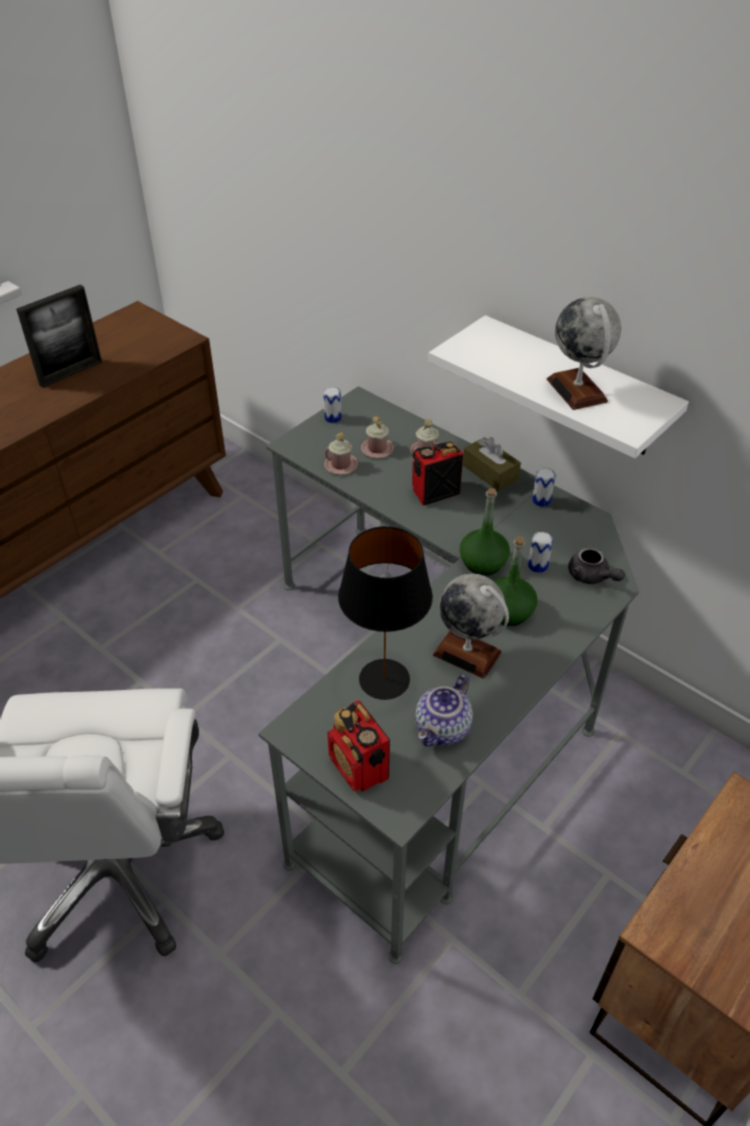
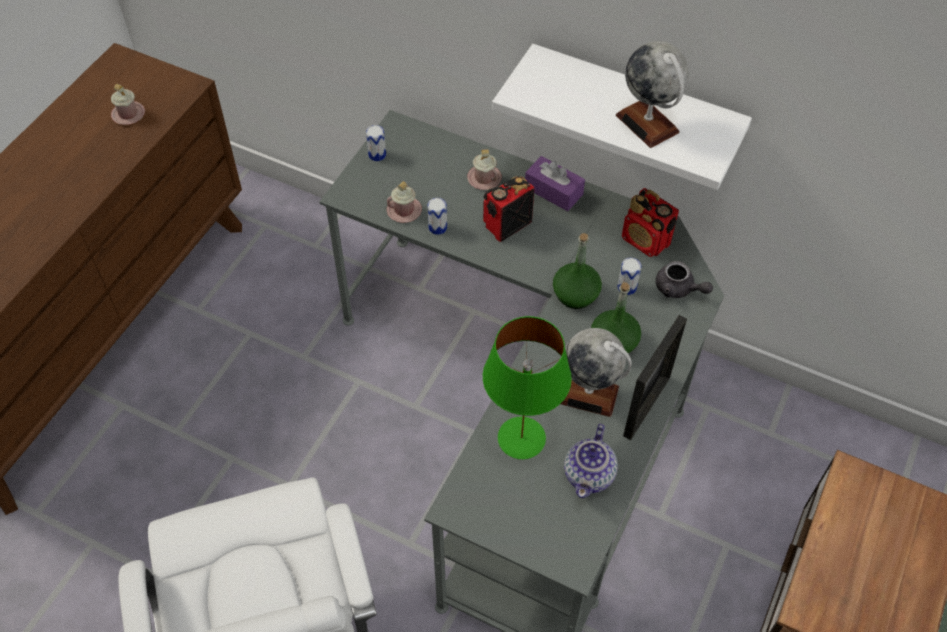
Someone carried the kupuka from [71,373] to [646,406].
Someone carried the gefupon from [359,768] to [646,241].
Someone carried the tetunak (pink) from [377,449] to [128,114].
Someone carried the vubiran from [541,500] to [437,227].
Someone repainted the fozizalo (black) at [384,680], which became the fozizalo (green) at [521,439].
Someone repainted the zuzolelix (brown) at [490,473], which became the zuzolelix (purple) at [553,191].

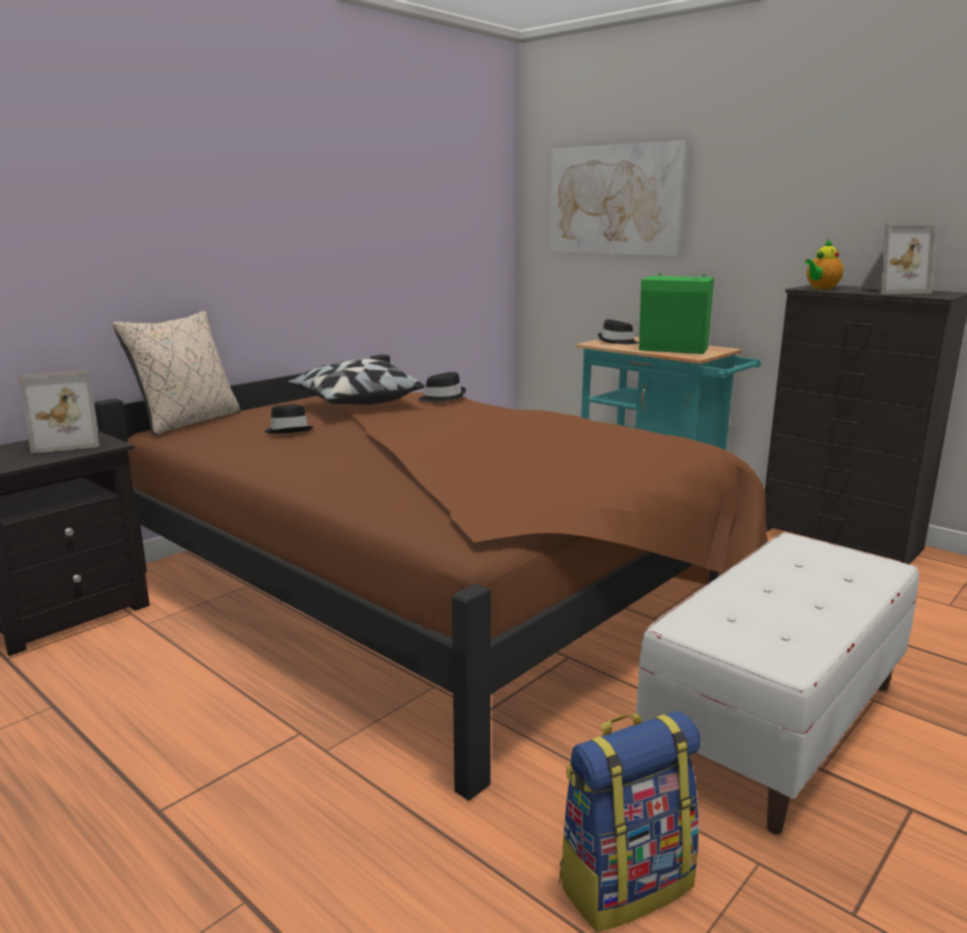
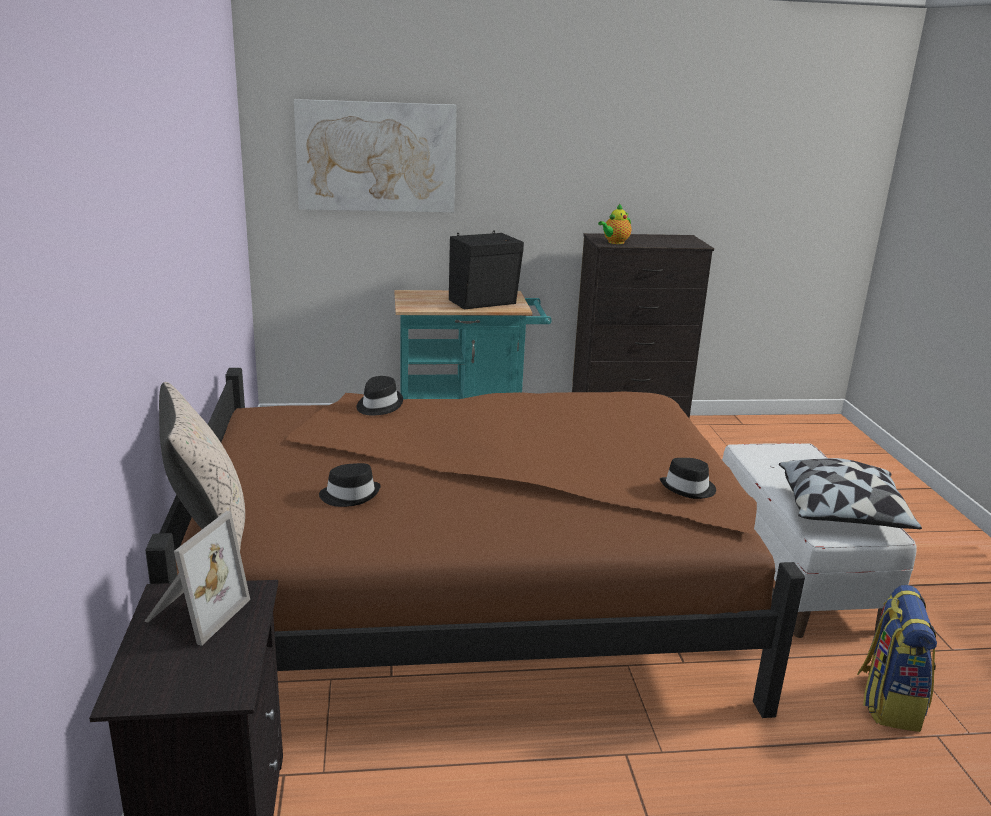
Someone took away the kupuka at [890,291].
Someone carried the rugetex from [355,403] to [842,513].
Someone carried the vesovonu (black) from [617,342] to [688,488].
Someone repainted the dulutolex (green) at [674,349], which became the dulutolex (black) at [484,302].
Someone rotated the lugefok at [821,288] by 45 degrees clockwise.

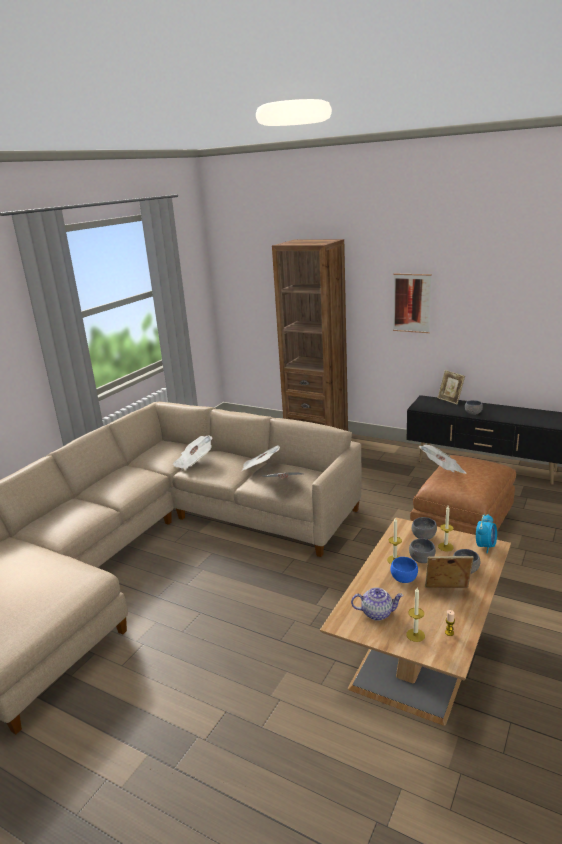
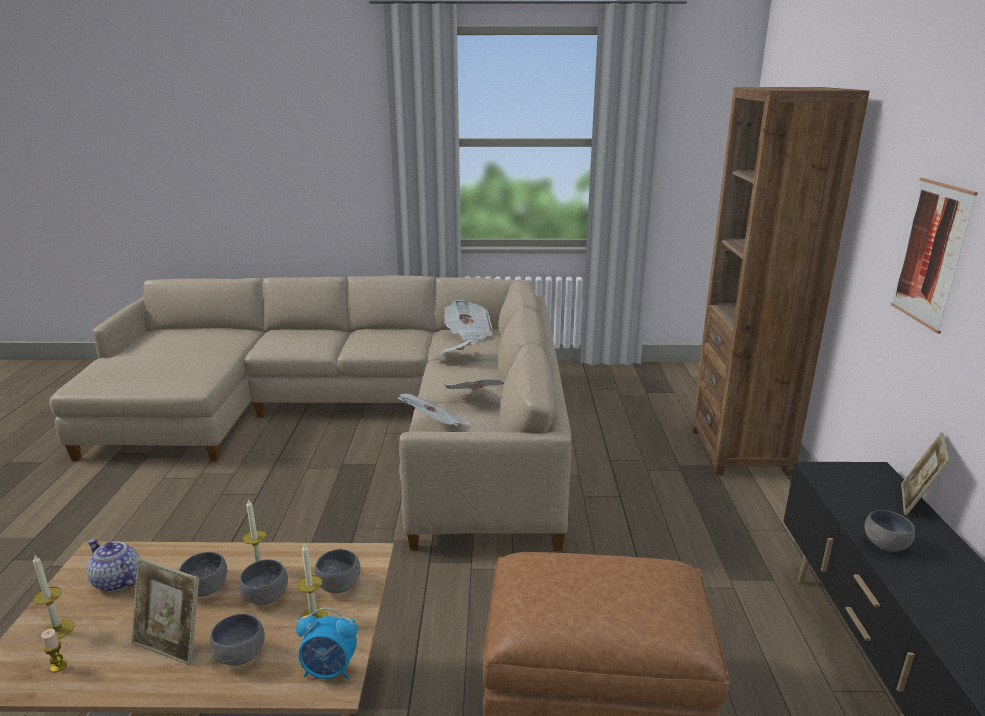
Someone carried the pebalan from [442,470] to [468,335].
Someone repainted the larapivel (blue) at [405,579], which became the larapivel (grey) at [205,590].
Someone rotated the lugefok at [377,613] by 150 degrees clockwise.
Someone rotated the kupuka at [447,592] by 135 degrees clockwise.

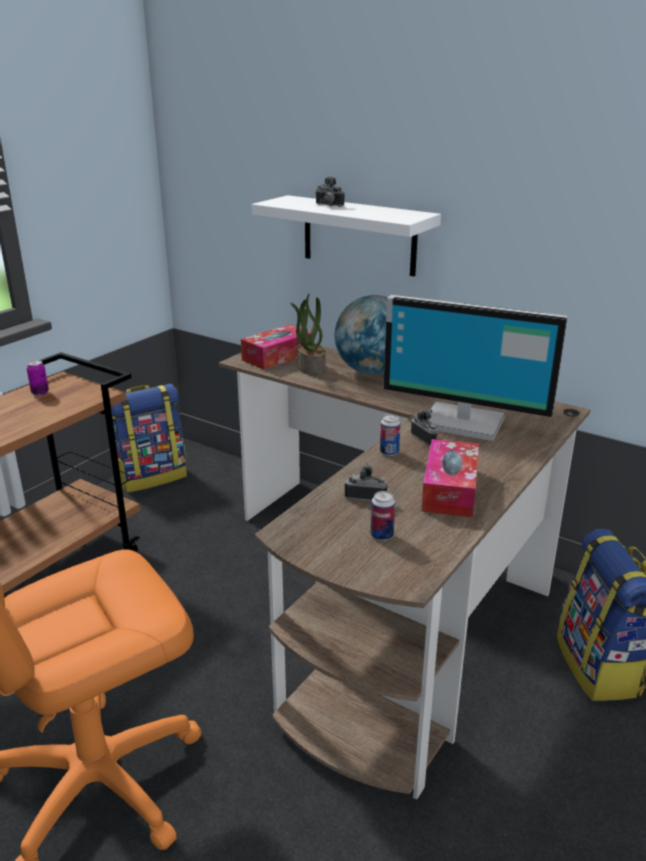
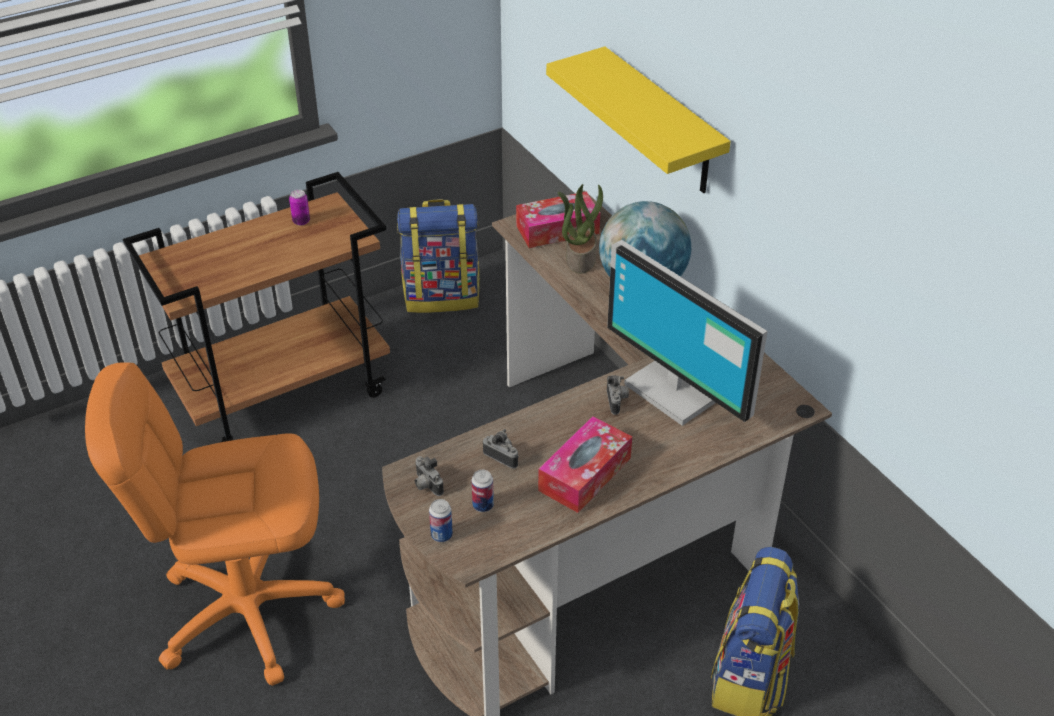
Someone carried the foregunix from [328,206] to [426,485].
Someone carried the vubiran from [389,452] to [441,535].
Someone repainted the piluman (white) at [359,235], which became the piluman (yellow) at [662,123].

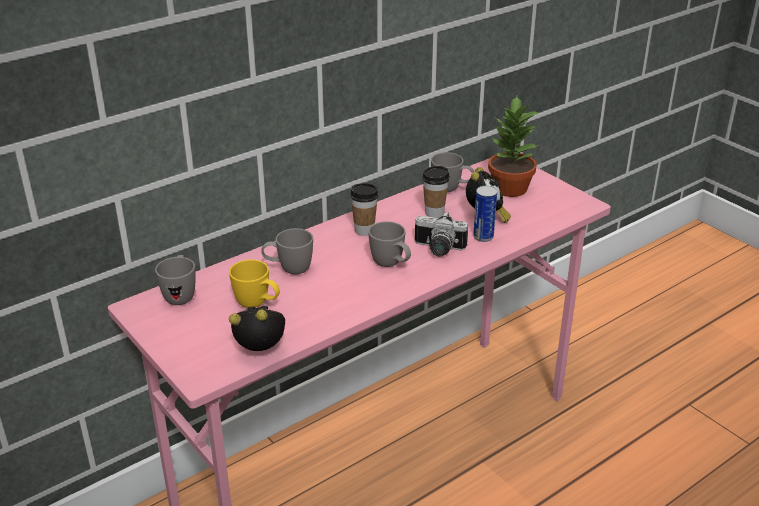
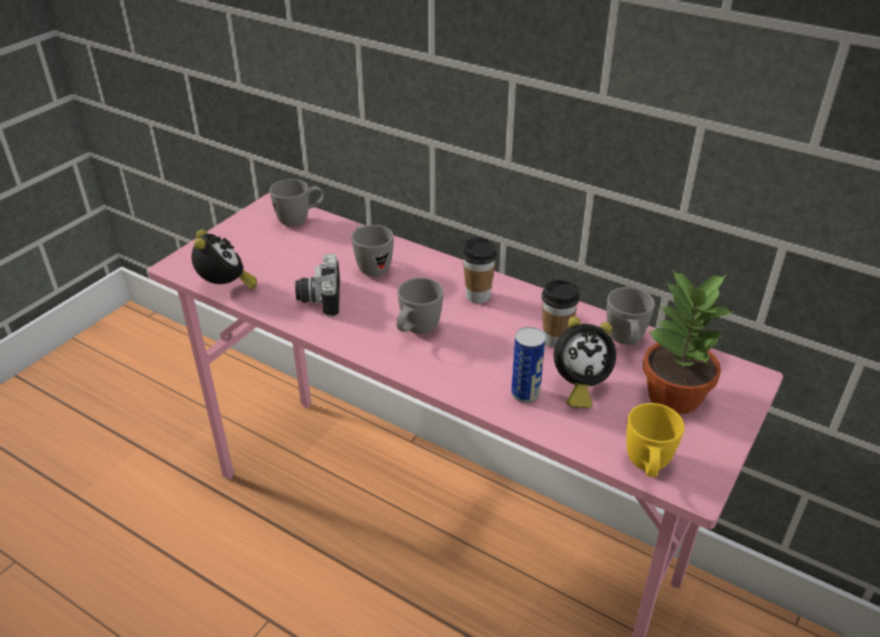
Someone carried the tetunak (yellow) from [258,304] to [647,468].
Someone carried the foregunix from [438,249] to [319,298].

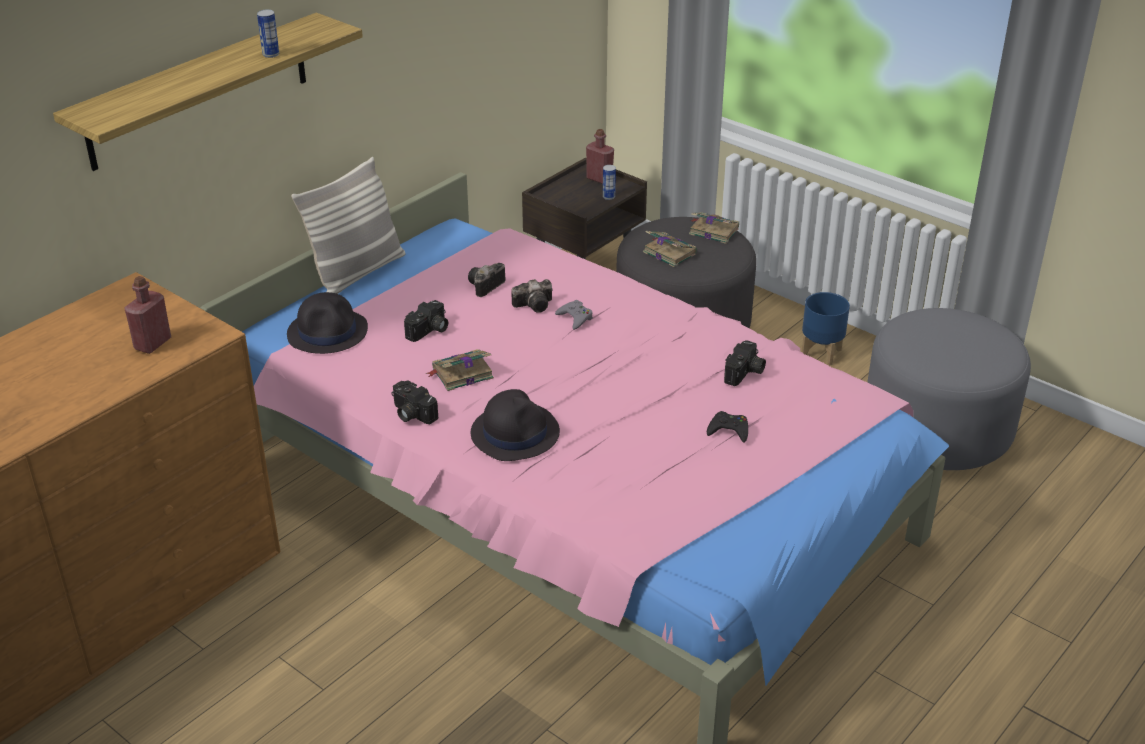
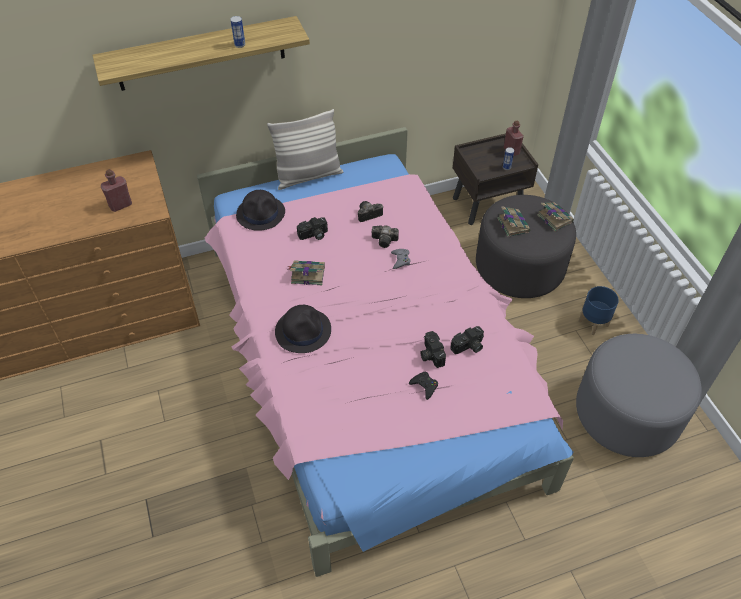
Someone carried the foregunix from [411,414] to [430,354].

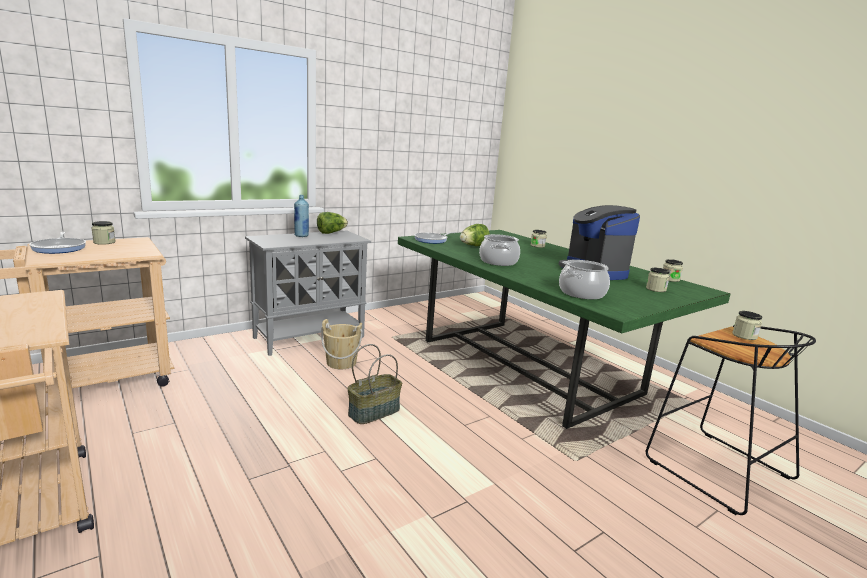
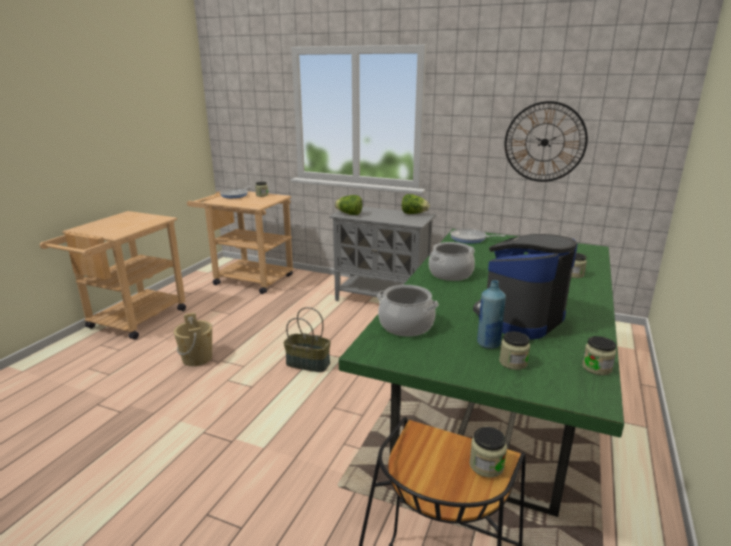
Someone put up the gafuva at [544,142].
Someone carried the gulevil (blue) from [301,236] to [488,344].
Someone carried the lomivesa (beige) from [341,363] to [197,358].
Someone carried the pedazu from [473,246] to [349,214].

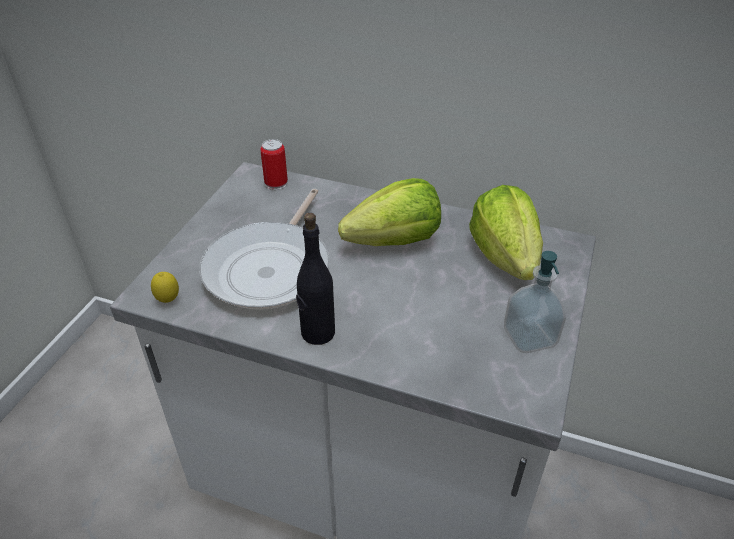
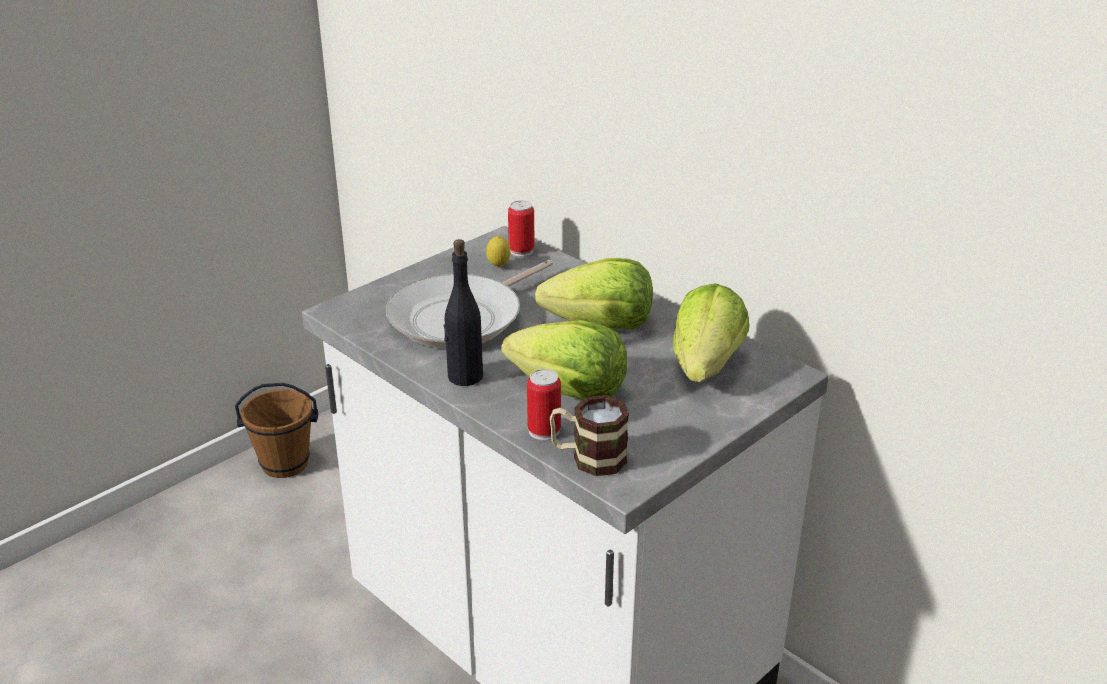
Someone took away the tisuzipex at [529,337].
Someone put down the lomivesa (brown) at [285,463].
Someone put down the pedazu at [569,391].
Someone put down the vubiran at [544,431].
Someone put down the tetunak at [588,458].
Someone carried the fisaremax from [168,301] to [498,267].

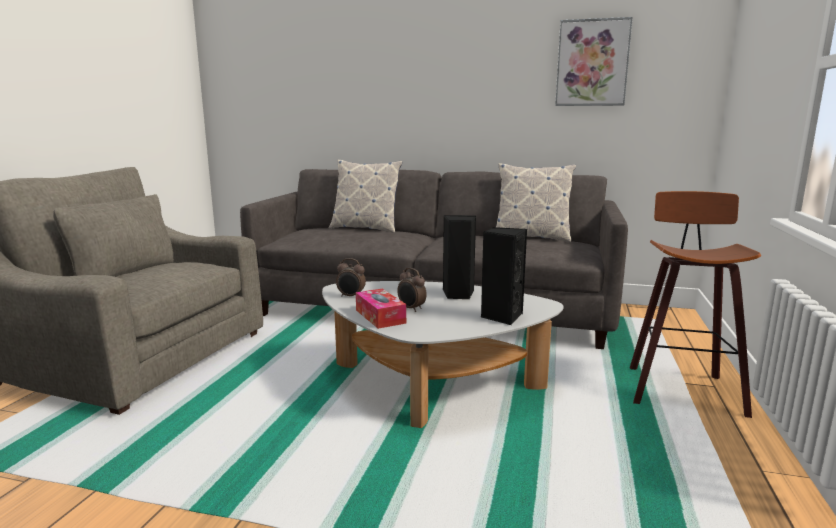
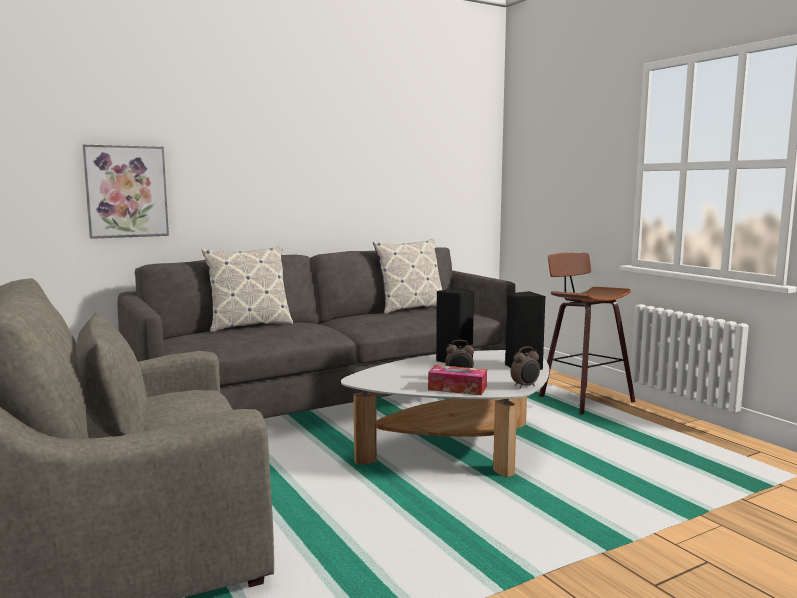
Someone carried the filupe from [351,296] to [525,386].
Someone carried the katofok from [592,63] to [126,191].

